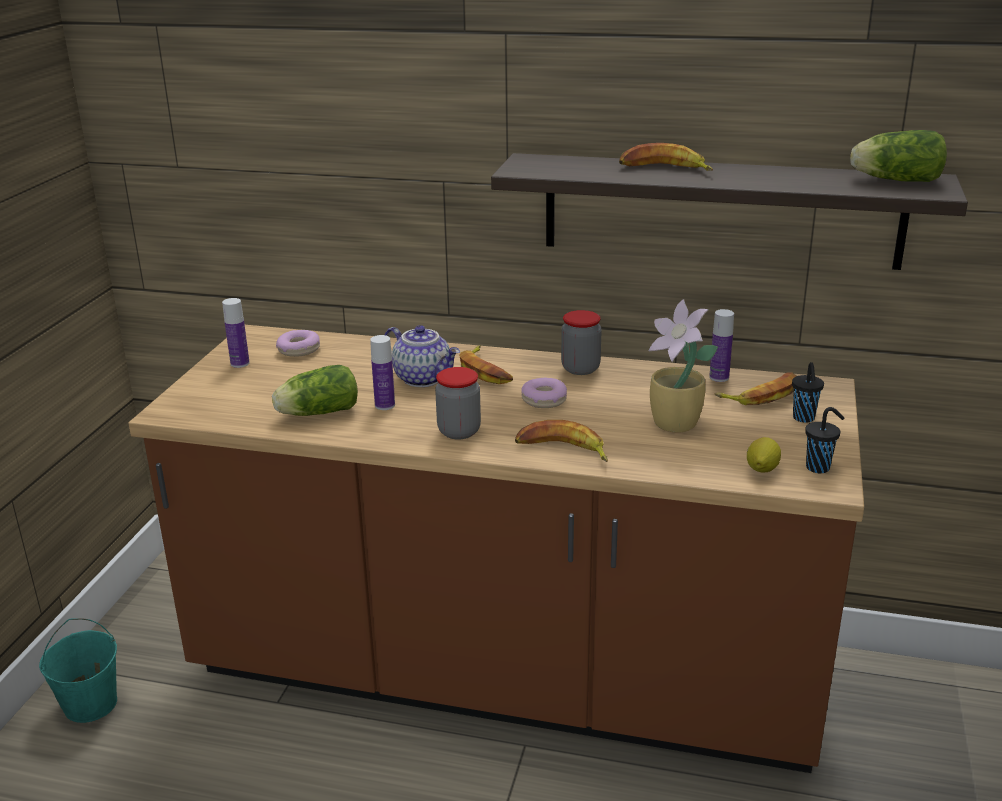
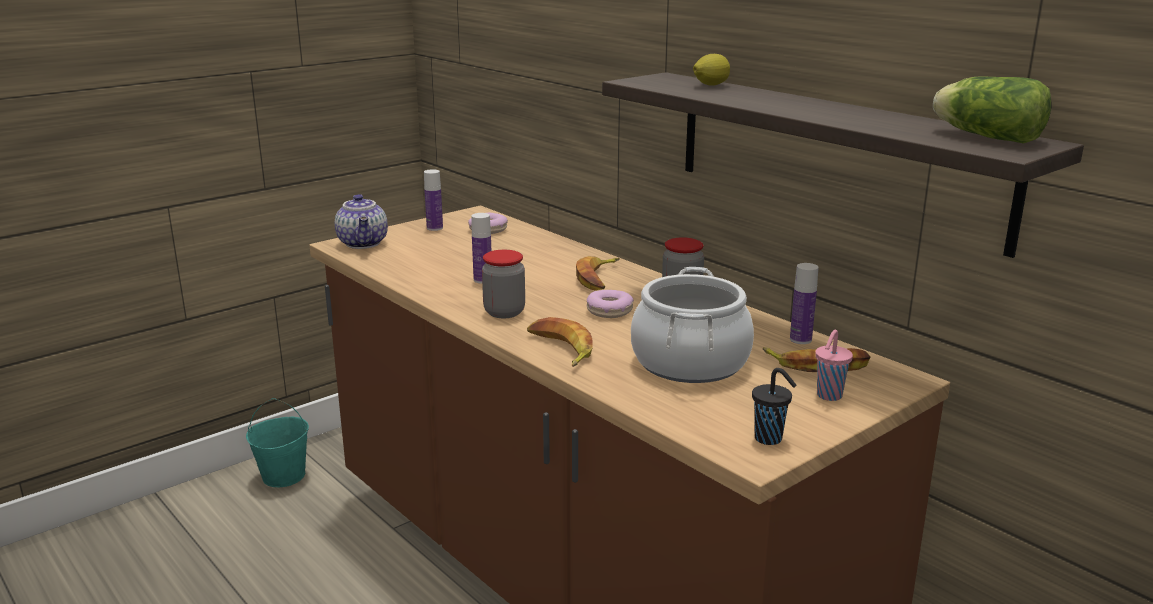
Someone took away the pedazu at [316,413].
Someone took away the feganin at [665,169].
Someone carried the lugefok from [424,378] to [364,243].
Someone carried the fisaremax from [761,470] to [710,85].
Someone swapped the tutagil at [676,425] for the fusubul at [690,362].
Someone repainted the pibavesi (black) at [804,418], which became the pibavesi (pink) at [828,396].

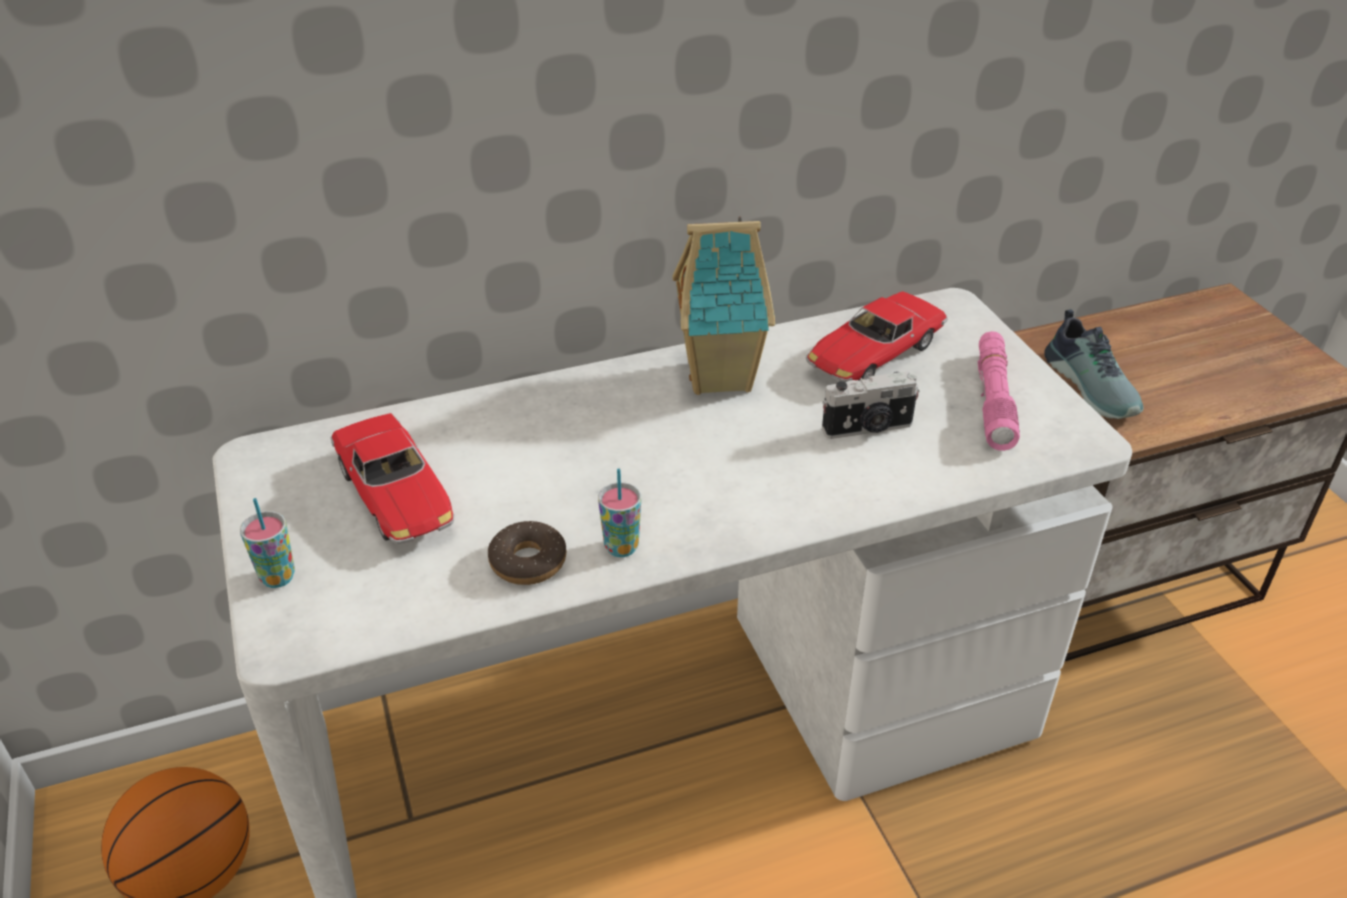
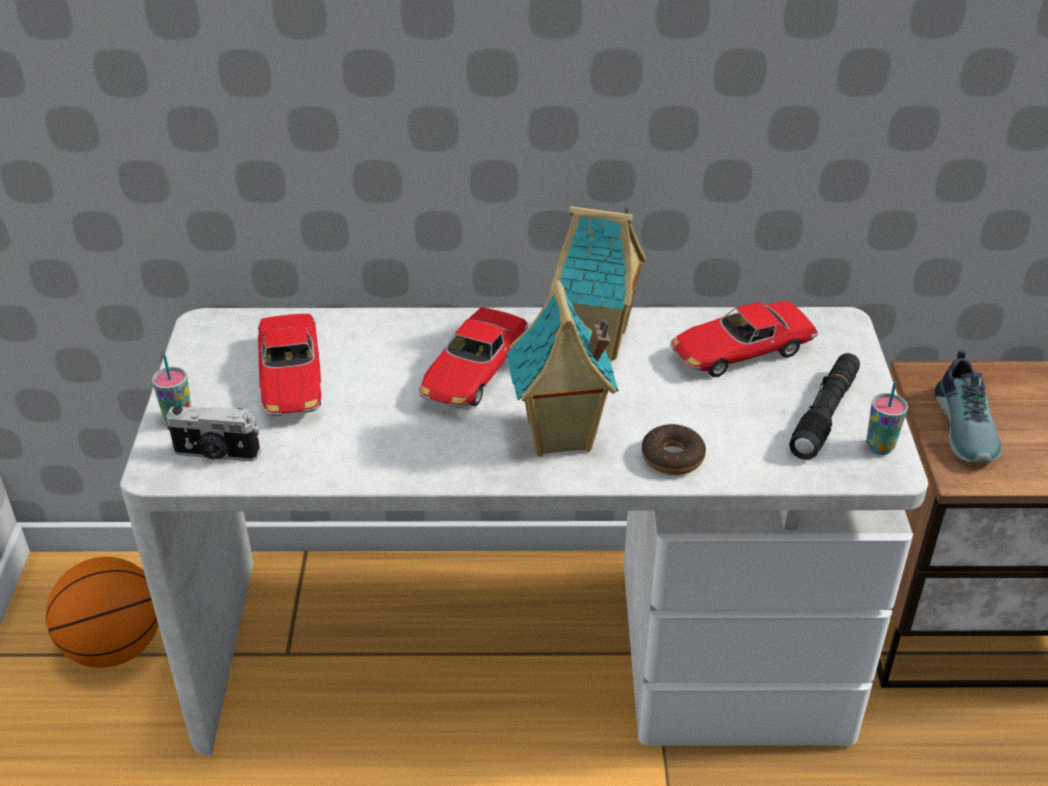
Someone put down the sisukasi at [473,373].
Someone put down the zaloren at [559,438].
Someone carried the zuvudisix from [528,562] to [672,457].
Someone carried the pibavesi from [621,547] to [879,447].
Someone carried the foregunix from [868,429] to [216,454].
Someone repainted the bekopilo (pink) at [993,400], which became the bekopilo (black) at [825,414].

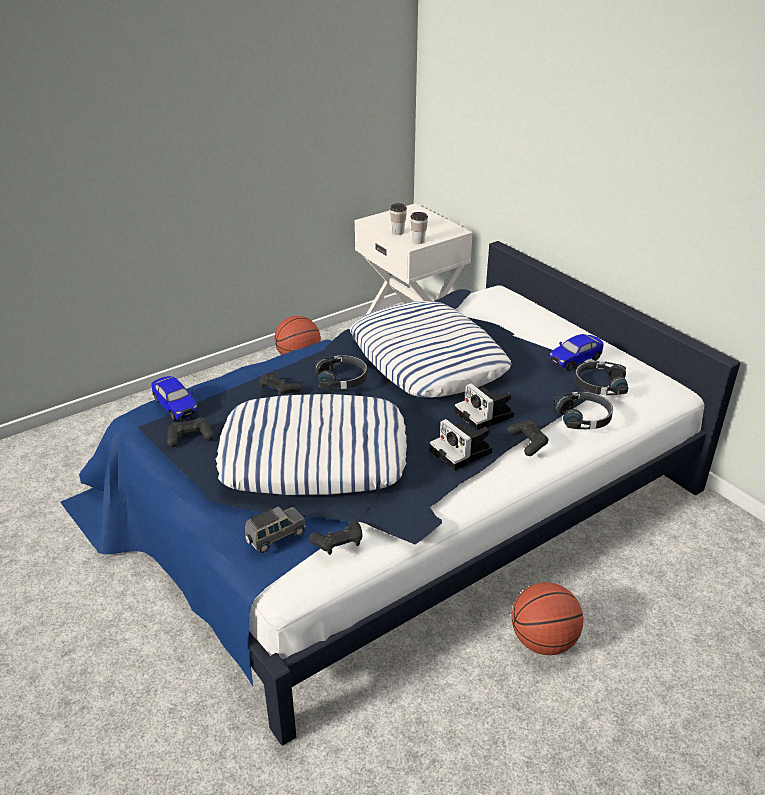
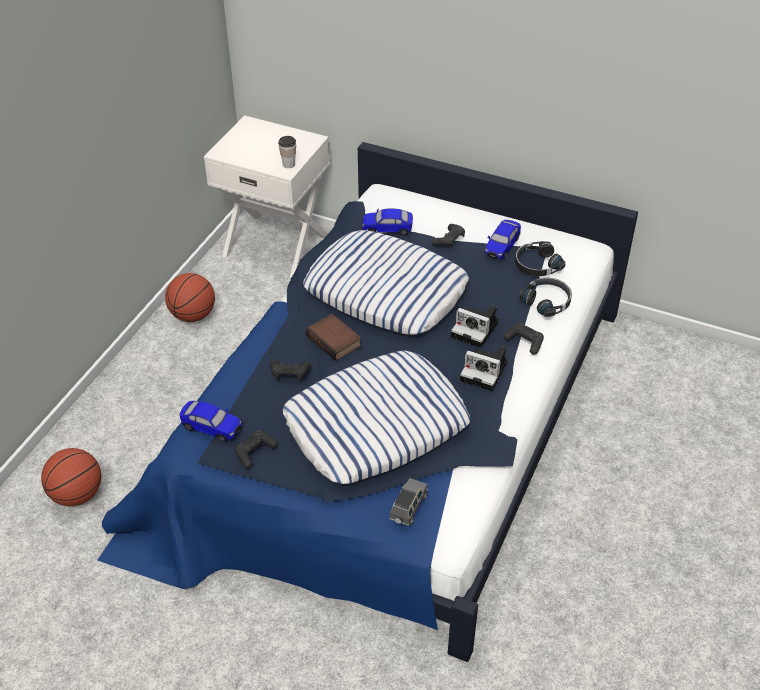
Someone took away the pibavesi at [398,232].
Someone put down the sisukasi at [387,229].
Someone carried the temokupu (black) from [338,543] to [449,240].
Someone carried the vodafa from [543,641] to [77,495].
Someone swapped the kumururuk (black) at [342,379] for the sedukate at [335,341].

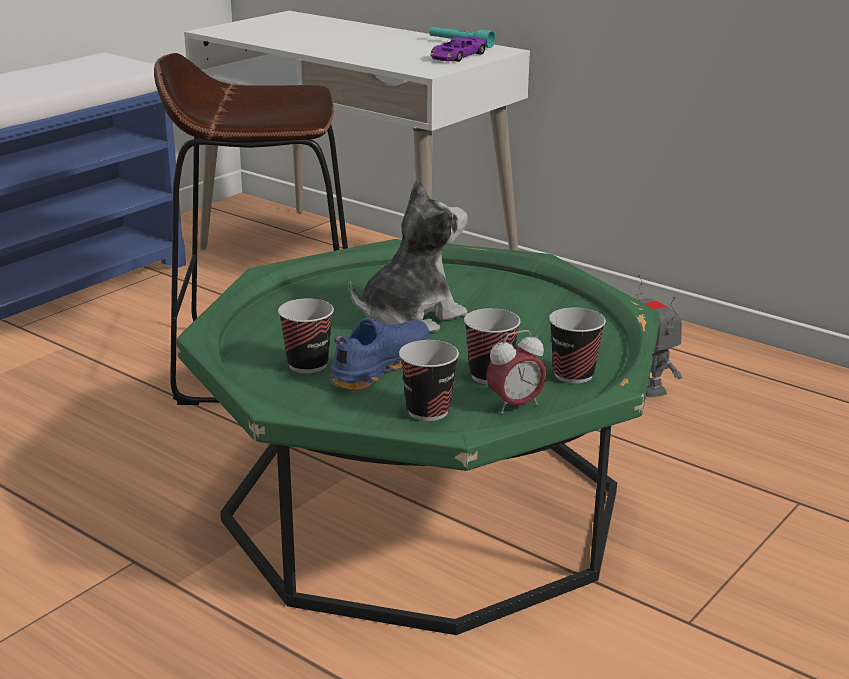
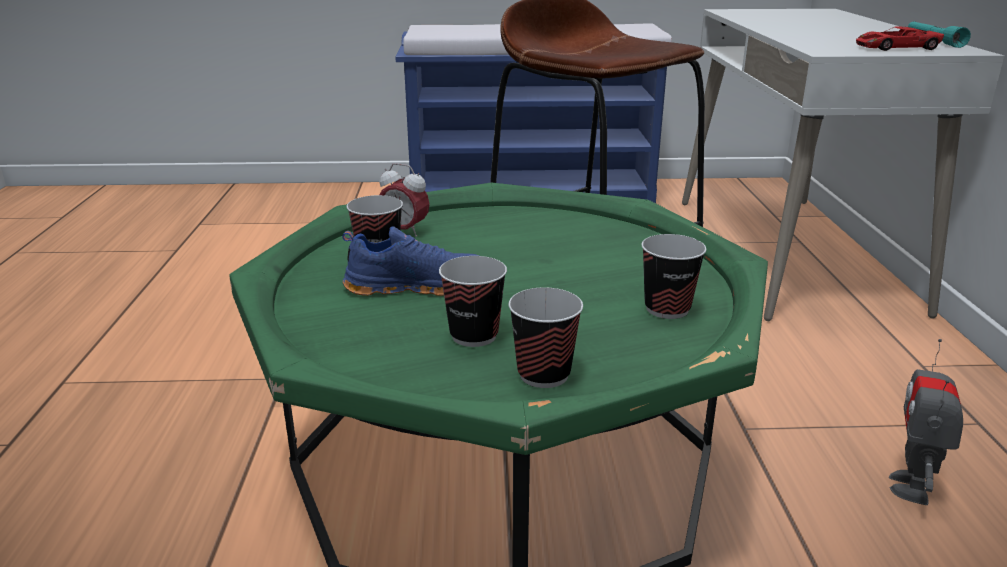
Someone took away the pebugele at [410,317].
Someone carried the pibavesi from [428,411] to [667,309].
Someone carried the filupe from [515,405] to [404,231].
Someone repainted the sisukasi (purple) at [457,56], which became the sisukasi (red) at [896,48].

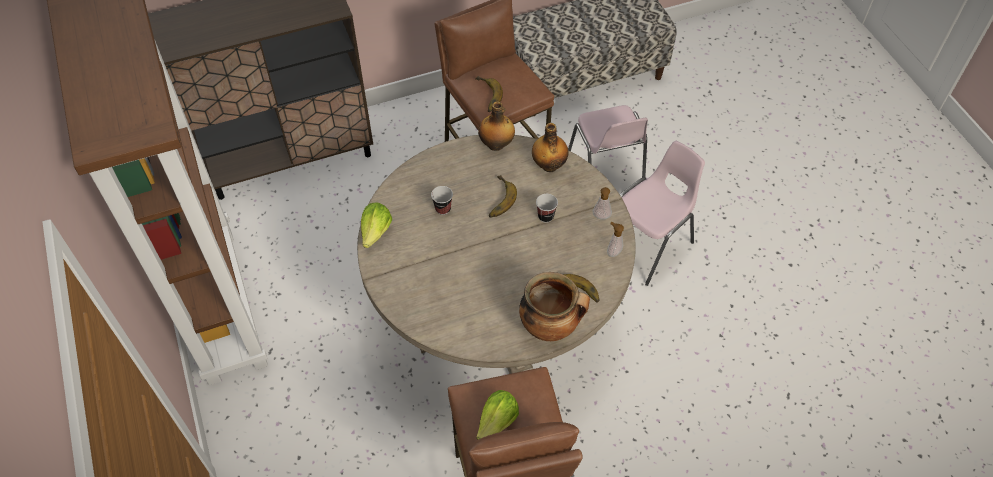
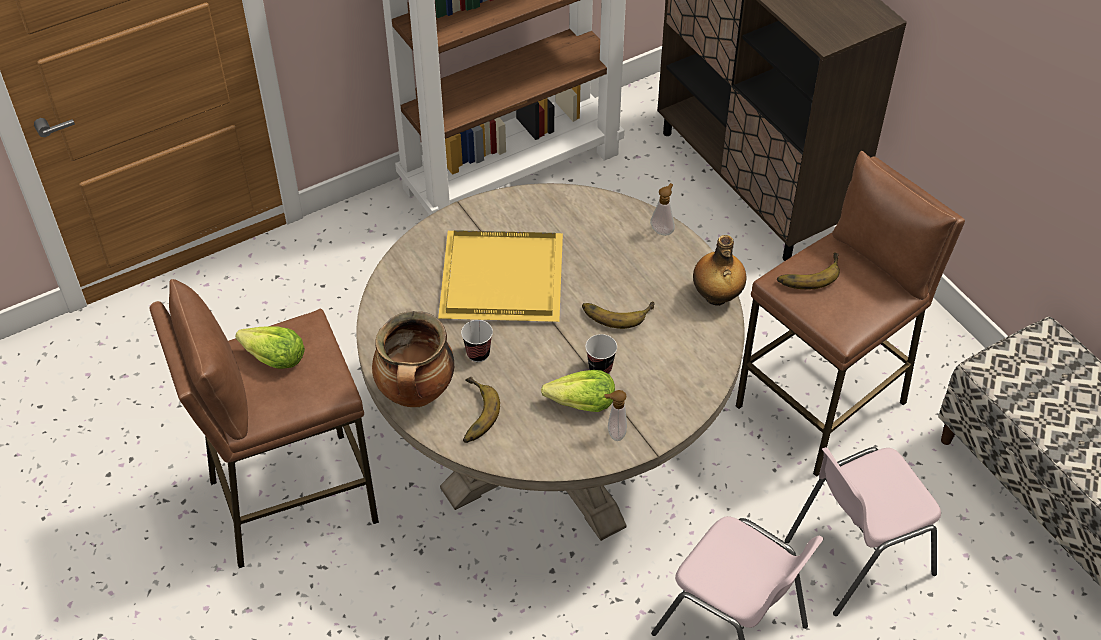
Someone took away the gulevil at [549,165].
Someone put down the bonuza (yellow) at [499,280].
Someone carried the pedazu from [376,232] to [581,404].
Someone carried the pibavesi from [443,209] to [478,354].
Someone carried the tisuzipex from [613,251] to [662,230].

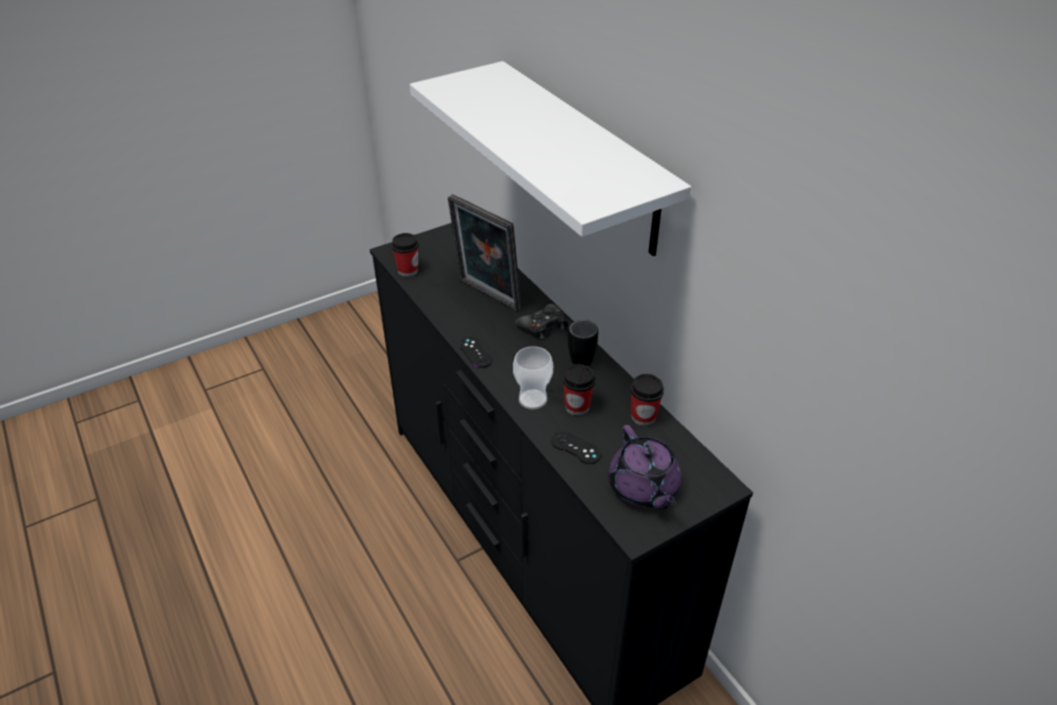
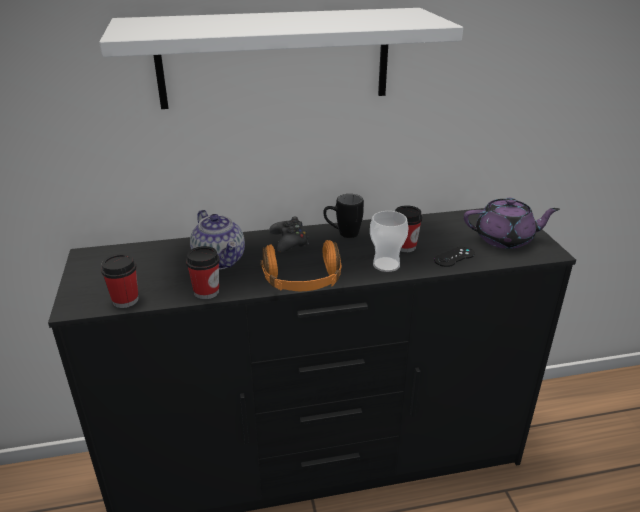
Someone carried the pibavesi from [643,416] to [206,292].
Someone swapped the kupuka at [486,296] for the lugefok at [220,260].
Someone swapped the temokupu (black) at [475,352] for the kumururuk (orange) at [302,282].

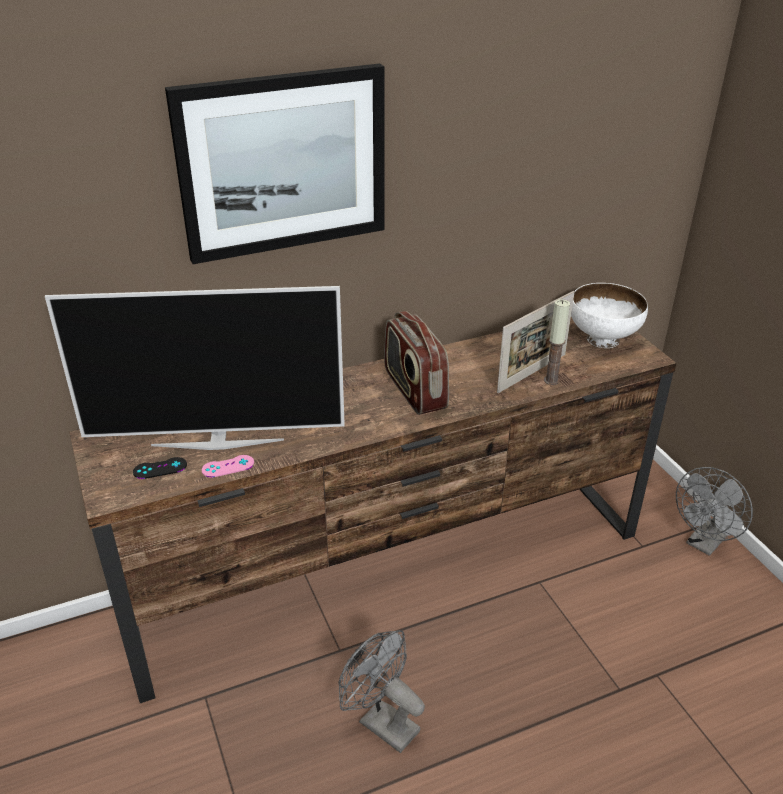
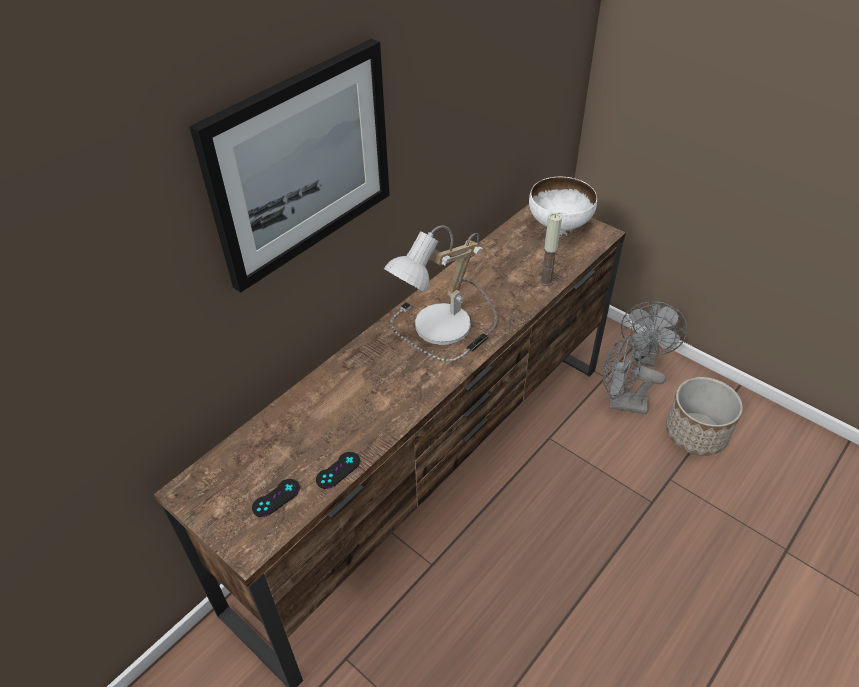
Someone took away the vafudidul at [218,441].
Someone took away the kupuka at [532,373].
Someone put down the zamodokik at [696,434].
Someone carried the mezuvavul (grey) from [381,722] to [620,403].
Someone swapped the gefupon at [414,390] for the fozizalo at [444,330].
Someone repainted the temokupu (pink) at [228,466], which became the temokupu (black) at [338,470].

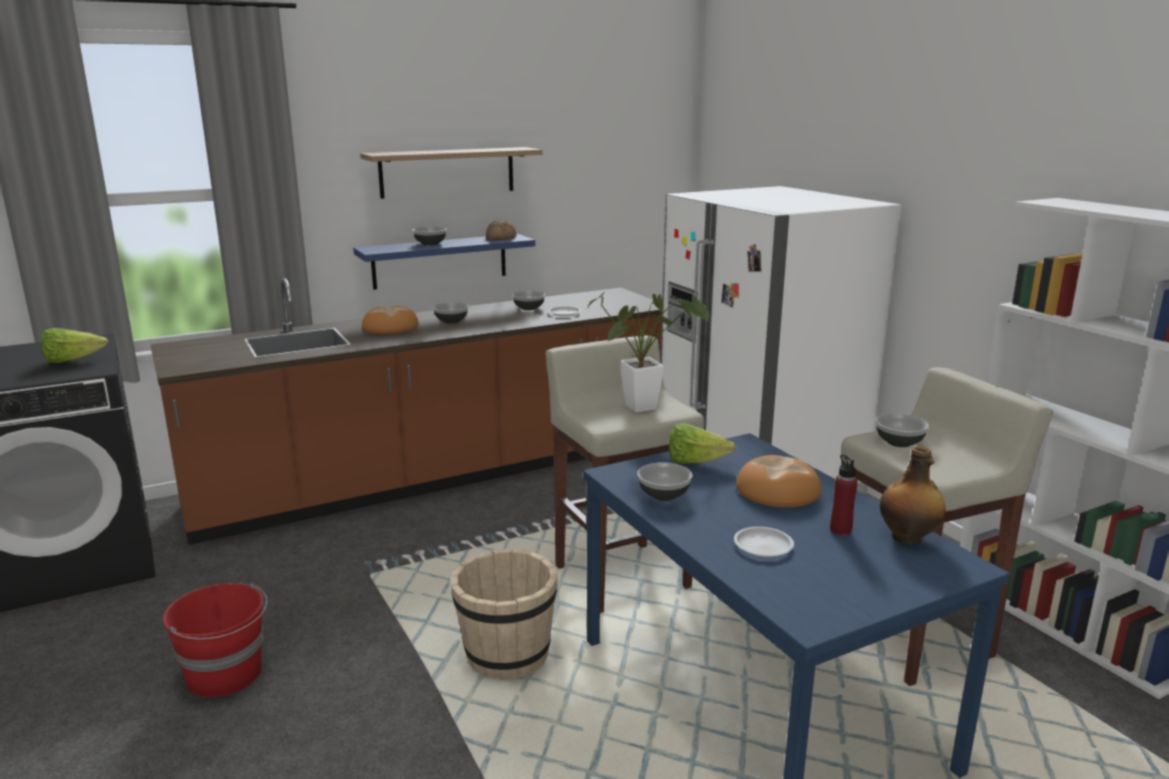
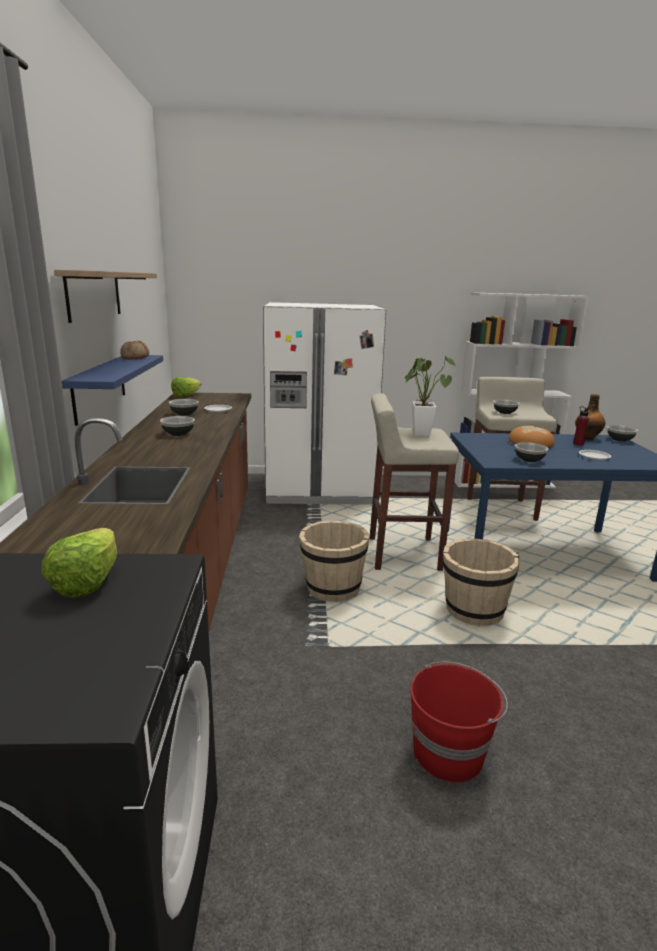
Someone took away the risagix at [390,327].
Someone put down the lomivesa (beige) at [332,588].
Someone carried the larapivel from [430,244] to [620,439].
Someone carried the pedazu from [695,462] to [186,396].

